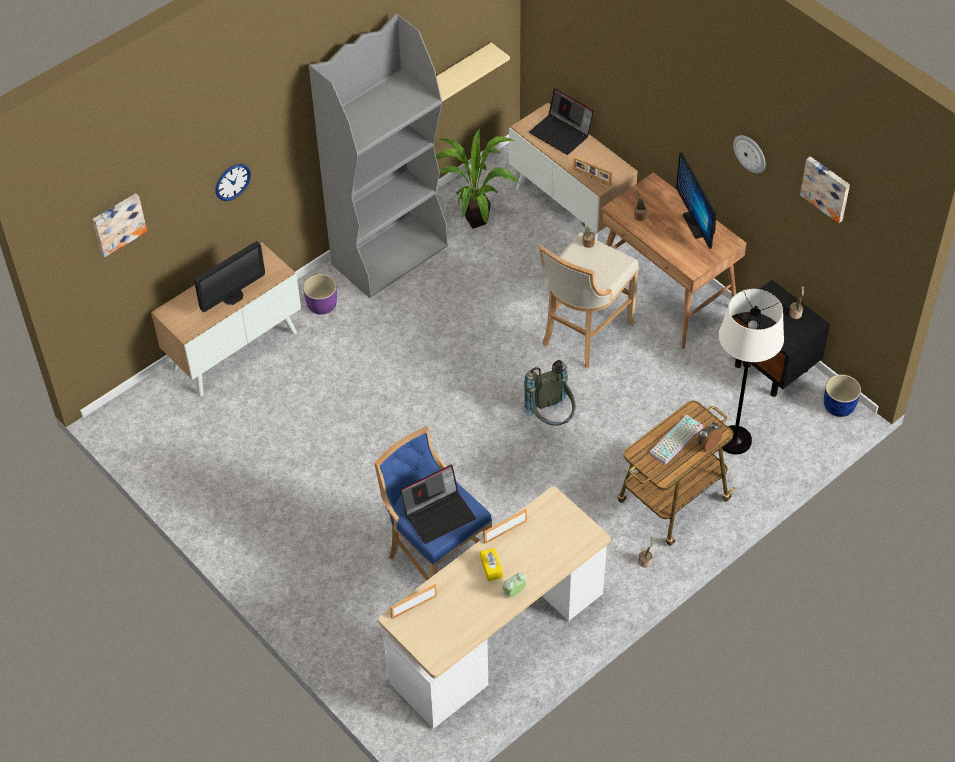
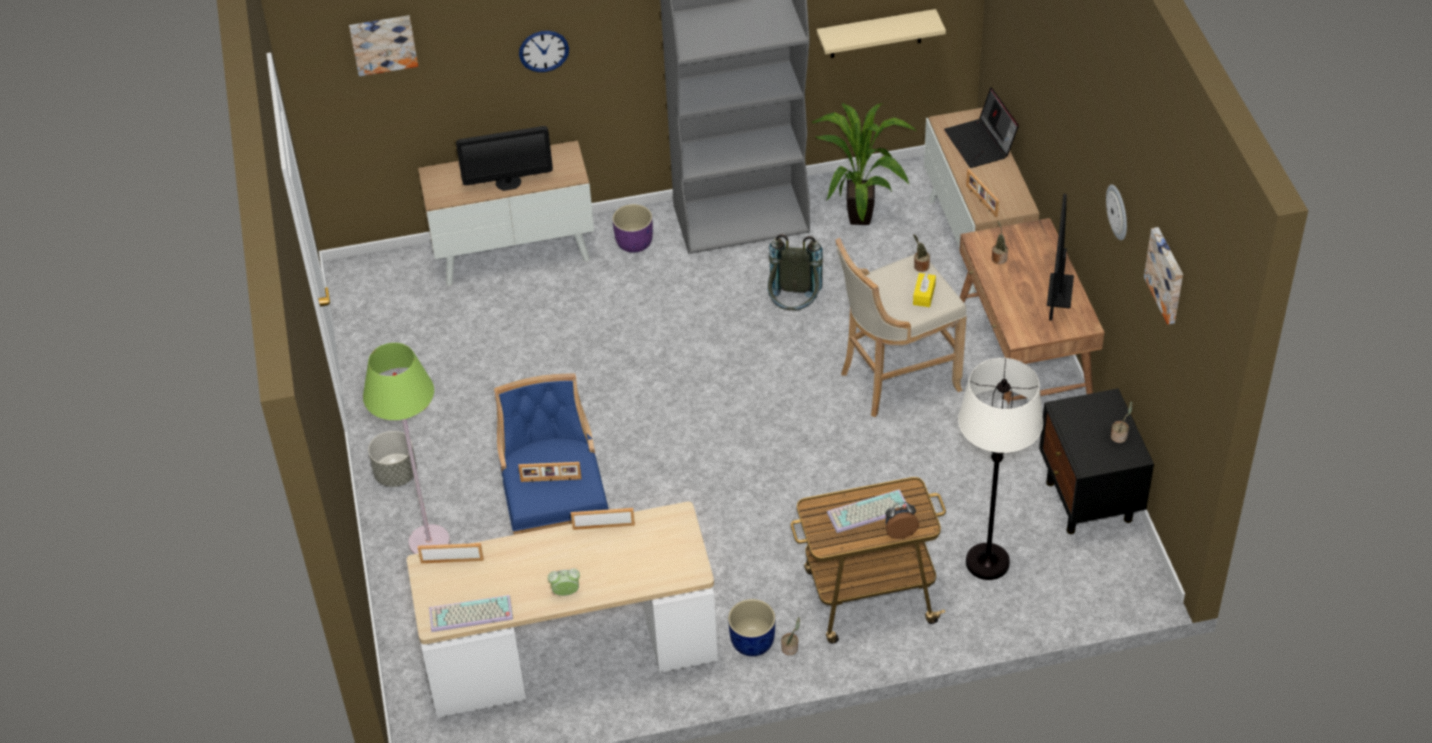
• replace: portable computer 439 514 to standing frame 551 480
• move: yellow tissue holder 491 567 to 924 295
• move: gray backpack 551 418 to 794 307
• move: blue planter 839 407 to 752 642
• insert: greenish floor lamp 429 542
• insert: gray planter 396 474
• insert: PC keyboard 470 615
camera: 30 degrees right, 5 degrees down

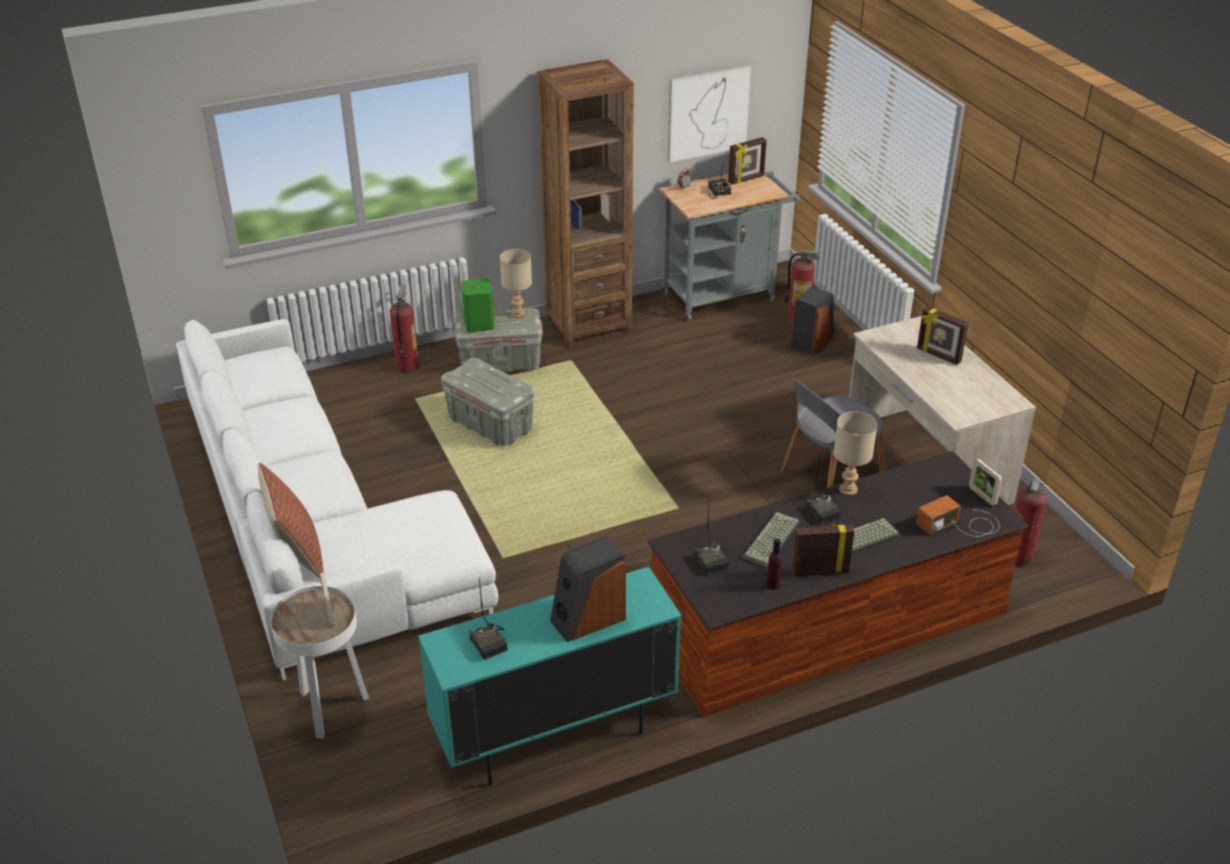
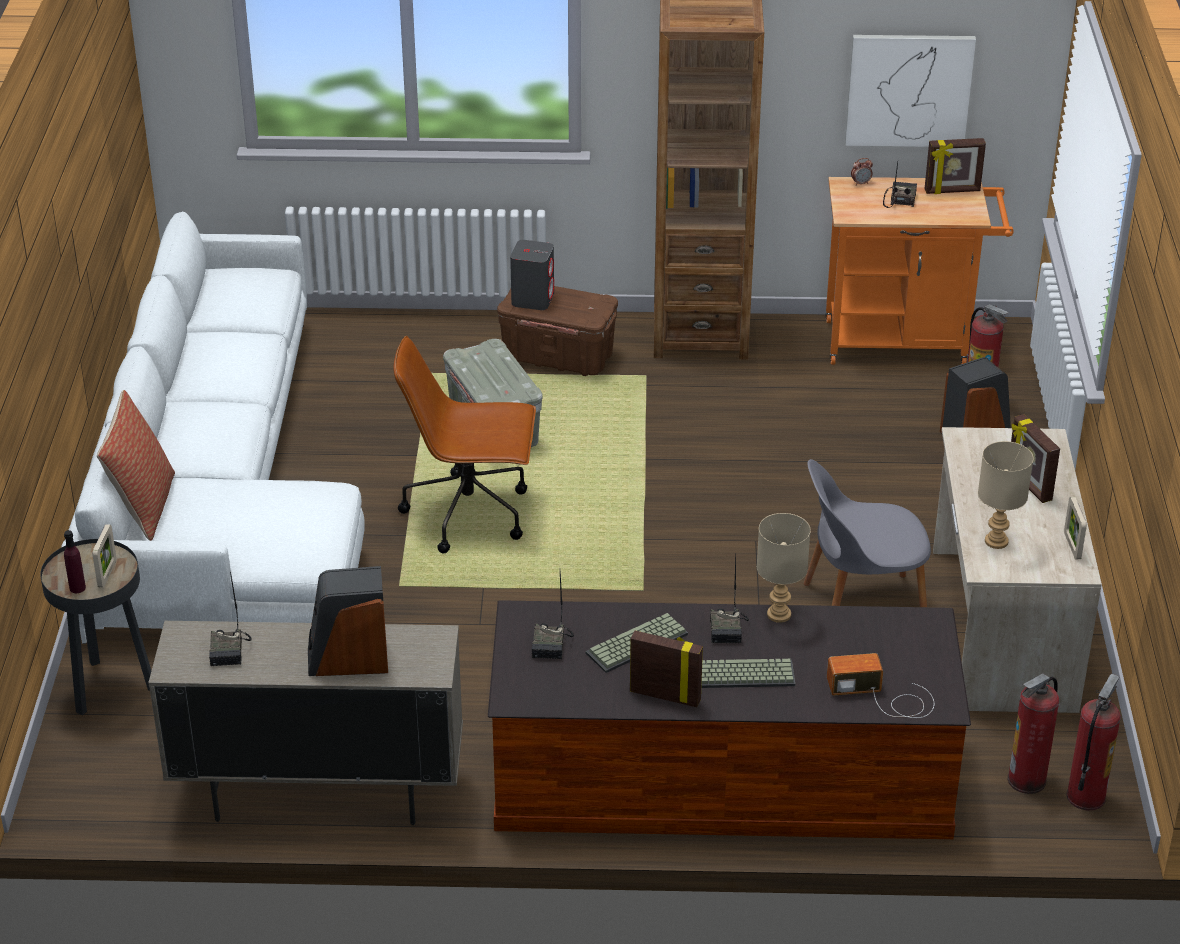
• recolor: white accent table 329 709 to blackish accent table 109 688
• move: extinguisher 407 367 to 1085 796
• recolor: turquoise cabinet 554 736 to sand-coloured cabinet 318 794
• recolor: gray storage bin 501 363 to brownish storage bin 559 356
• recolor: greenish speaker 479 323 to gray speaker 533 299
• move: sand-coloured lamp for a table 518 314 to 997 542
• recolor: gray wheeled cart 724 295 to orange wheeled cart 906 342
• move: purple-coloured drink bottle 773 585 to 77 588
• move: standing frame 982 496 to 1072 546
• insert: brownish desk chair 470 513
camera: 25 degrees right, 0 degrees up

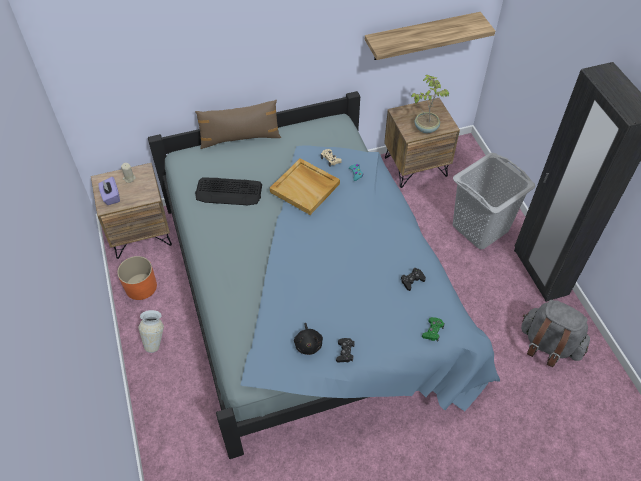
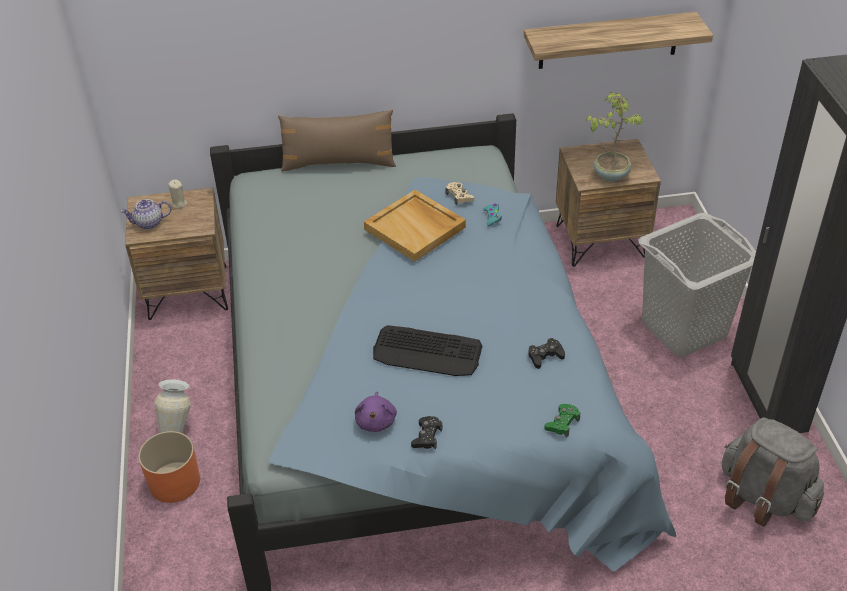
• replace: purple-coloured tissue holder 111 196 to tea pot 149 223
• move: orange planter 141 286 to 175 482
• move: PC keyboard 229 192 to 427 352
• recolor: blackish cuddly toy 308 344 to purple-coloured cuddly toy 376 421
camera: 10 degrees right, 10 degrees down

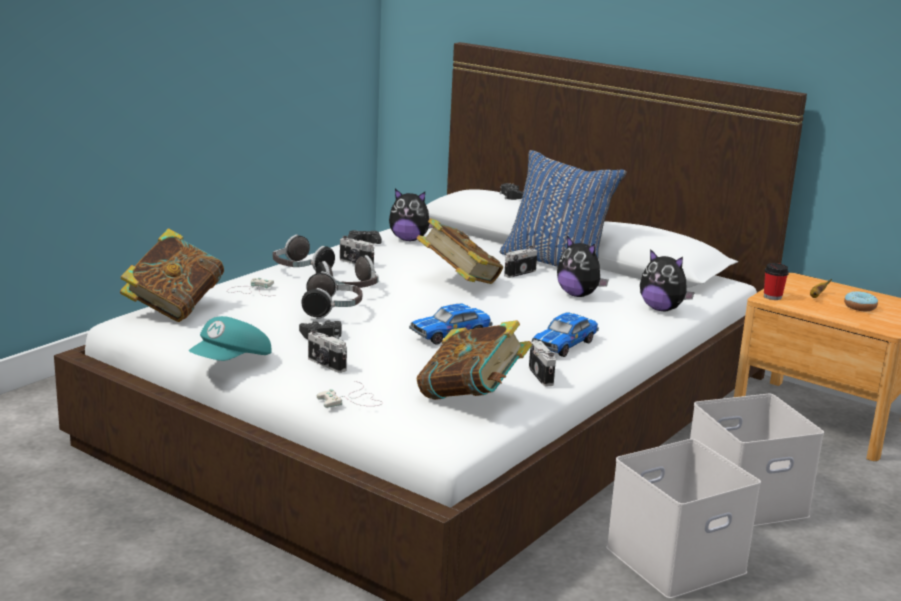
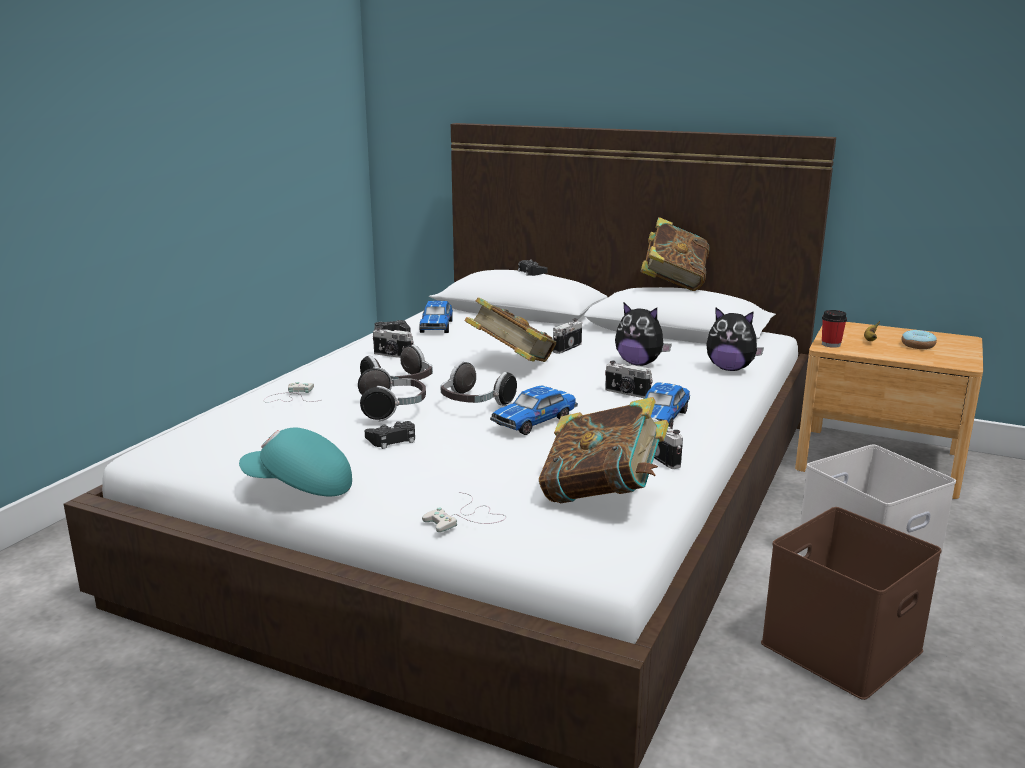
• move: bound book 174 309 to 673 284
• rotate: turquoise cap 232 362 = 299 487 75 degrees clockwise
• move: headphones 300 269 to 474 404
• move: still camera 325 365 to 627 393
• replace: cuddly toy 409 239 to miniature car 436 326
• delete: blue cushion 556 264
• recolor: white storage bin 675 561 to brownish storage bin 842 649
camera: 10 degrees left, 0 degrees up

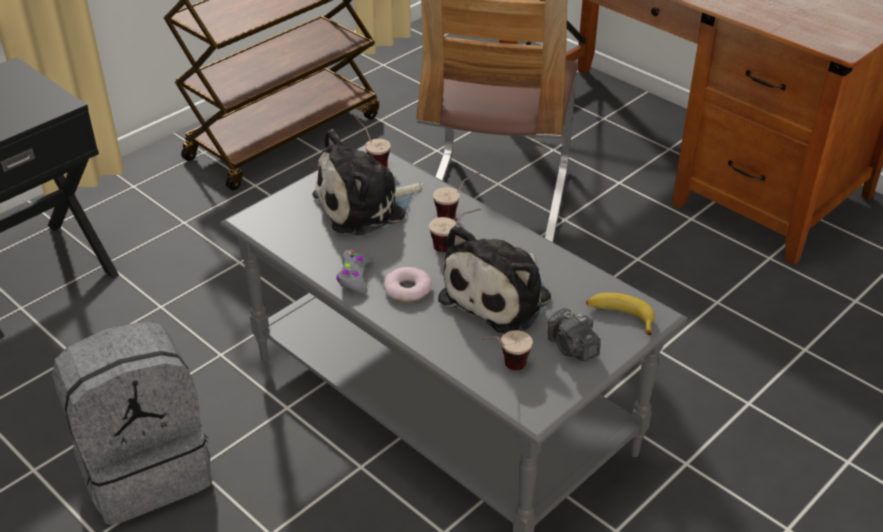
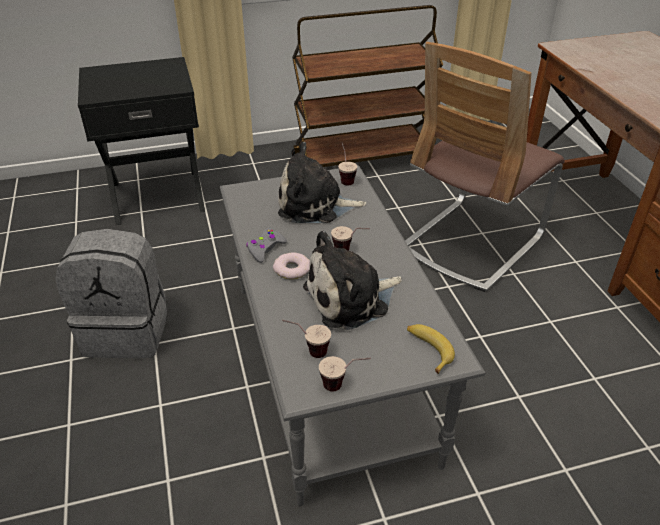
• move: small cup 456 213 to 343 386
• delete: still camera 572 348
camera: 30 degrees right, 0 degrees up

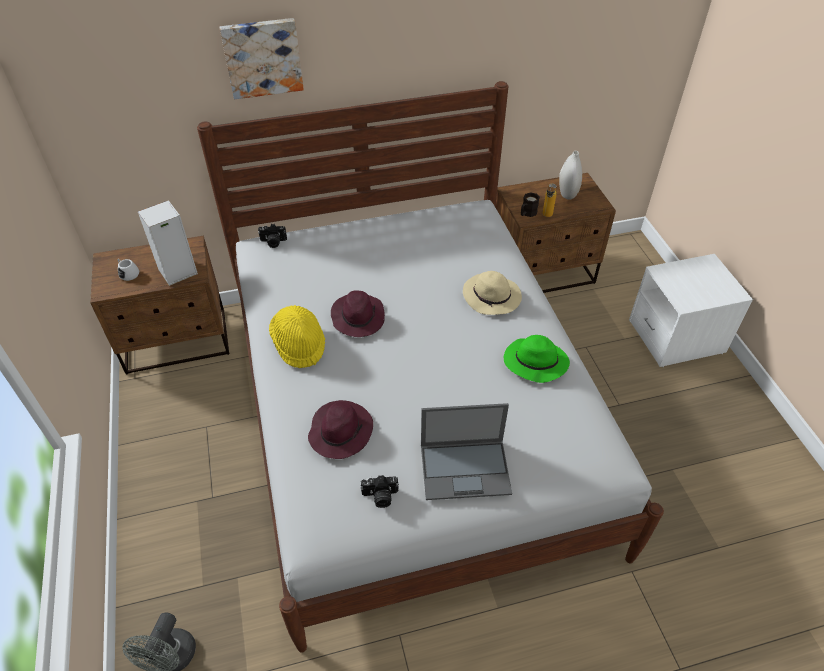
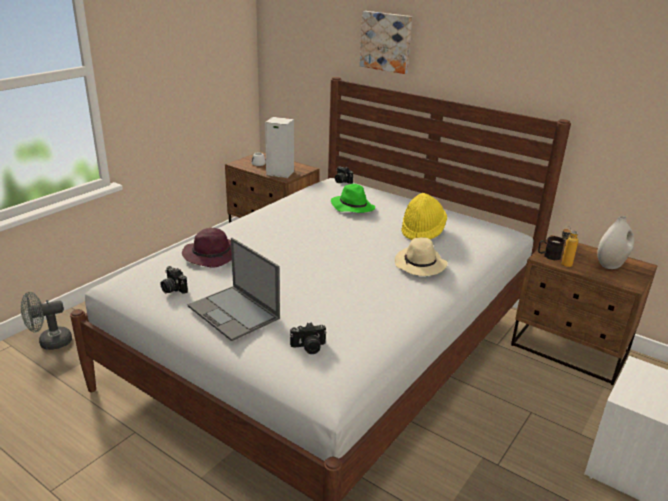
• move: yellow wearable hat 299 345 to 422 231
• delete: purple-coloured wearable hat 357 317
• move: greenish wearable hat 534 363 to 352 207
• insert: still camera 308 347
camera: 50 degrees right, 20 degrees down

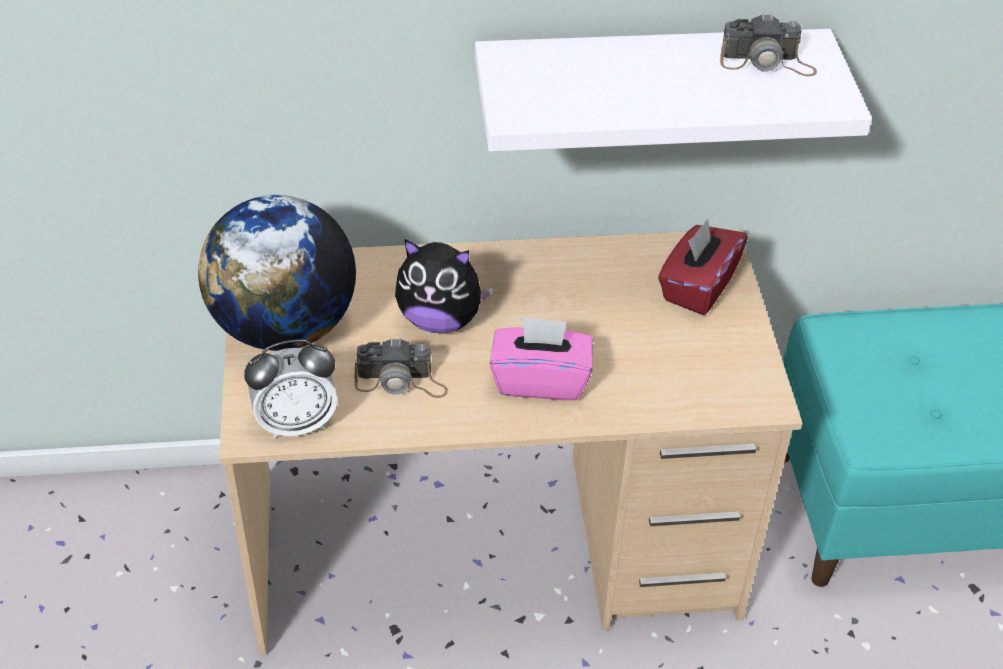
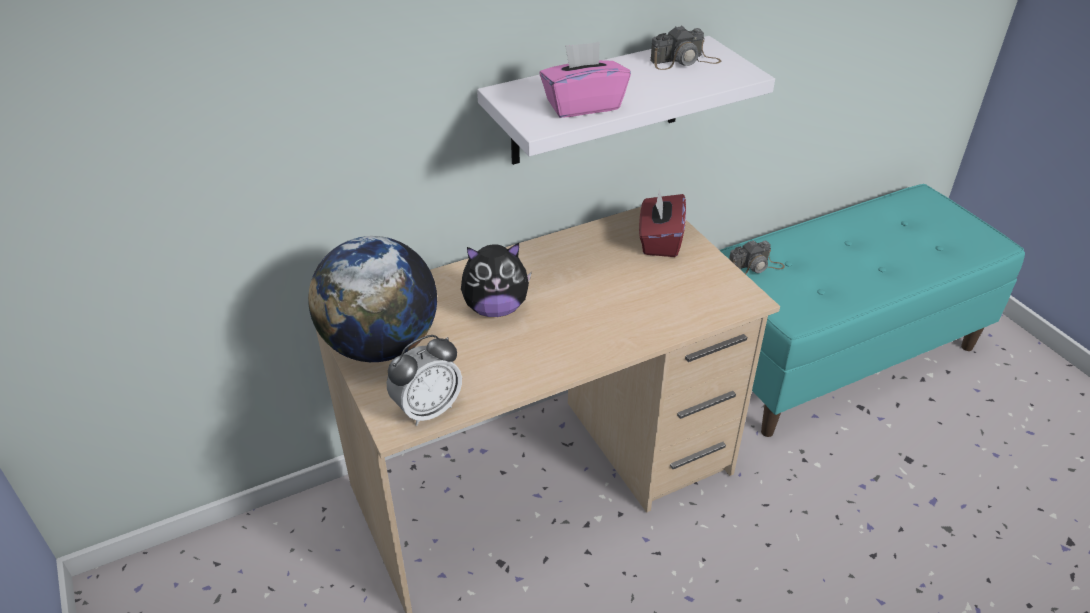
• move: still camera 401 381 to 755 266
• move: pink-coloured tissue holder 540 380 to 583 105
camera: 20 degrees left, 5 degrees down

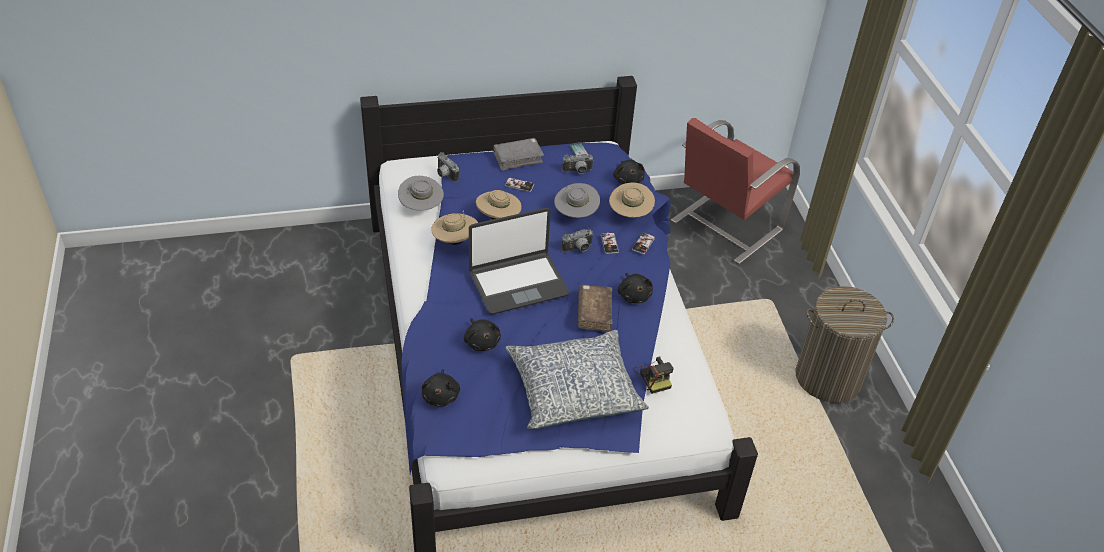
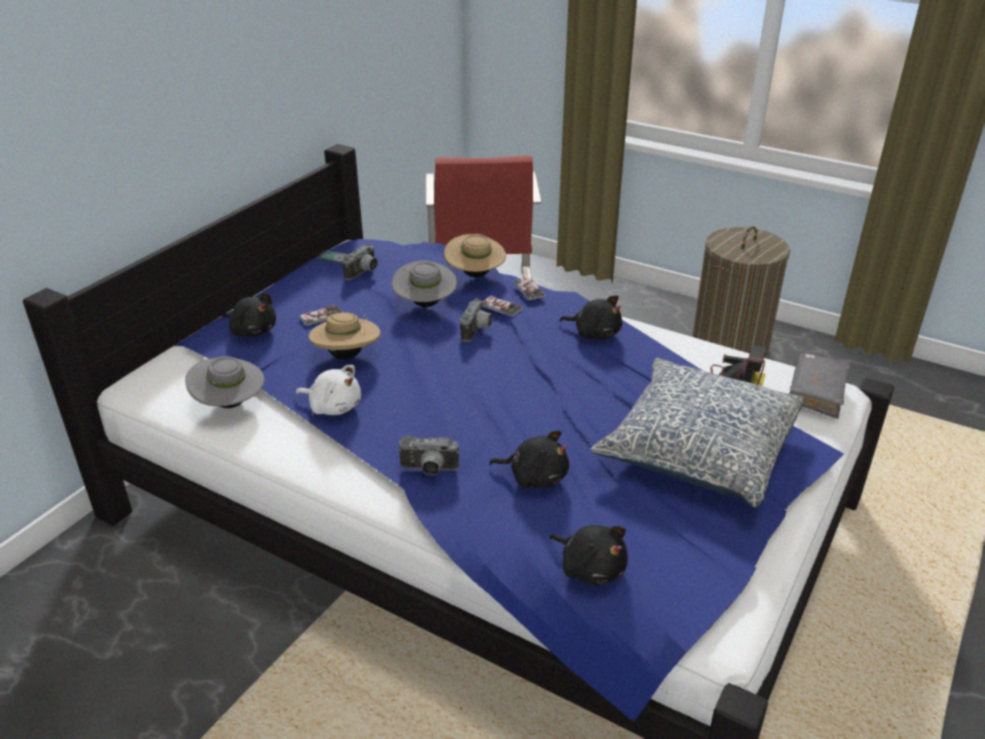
• replace: sand-coloured wearable hat 455 241 to white cuddly toy 333 406
• move: still camera 445 175 to 428 470
• delete: portable computer 518 283
• move: gray bound book 518 158 to 816 393
• delete: brownish bound book 594 313
• move: blackish cuddly toy 628 180 to 252 331
camera: 45 degrees left, 10 degrees down

